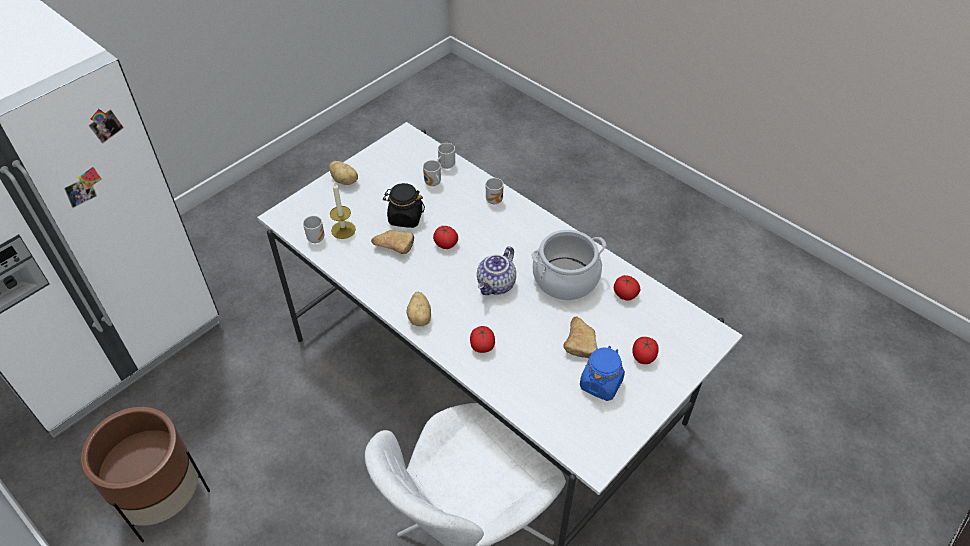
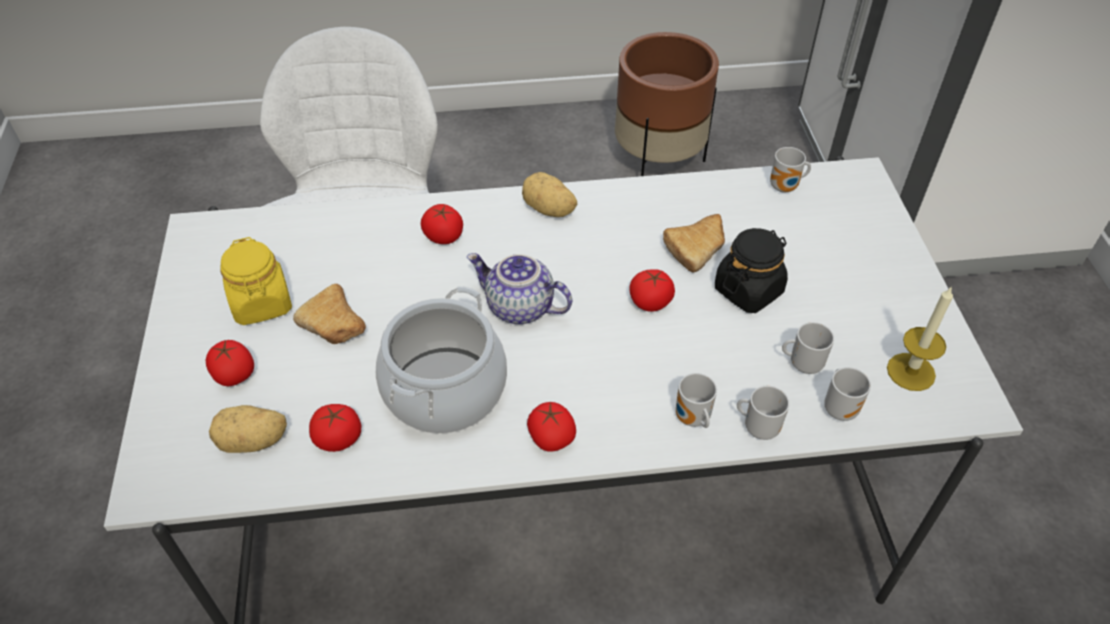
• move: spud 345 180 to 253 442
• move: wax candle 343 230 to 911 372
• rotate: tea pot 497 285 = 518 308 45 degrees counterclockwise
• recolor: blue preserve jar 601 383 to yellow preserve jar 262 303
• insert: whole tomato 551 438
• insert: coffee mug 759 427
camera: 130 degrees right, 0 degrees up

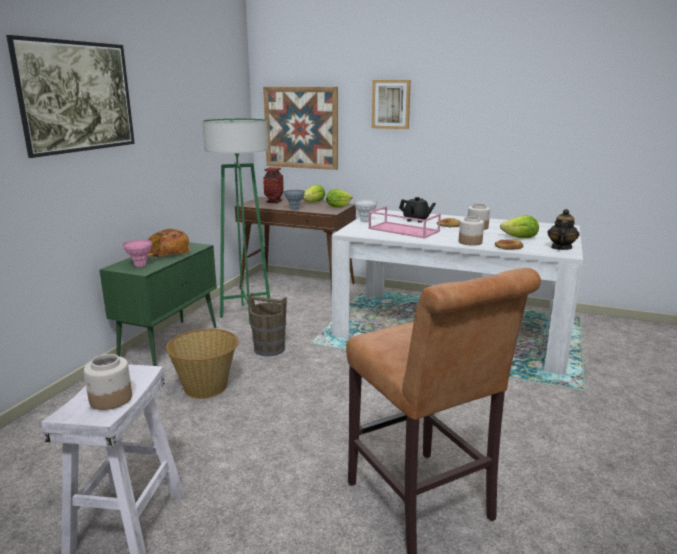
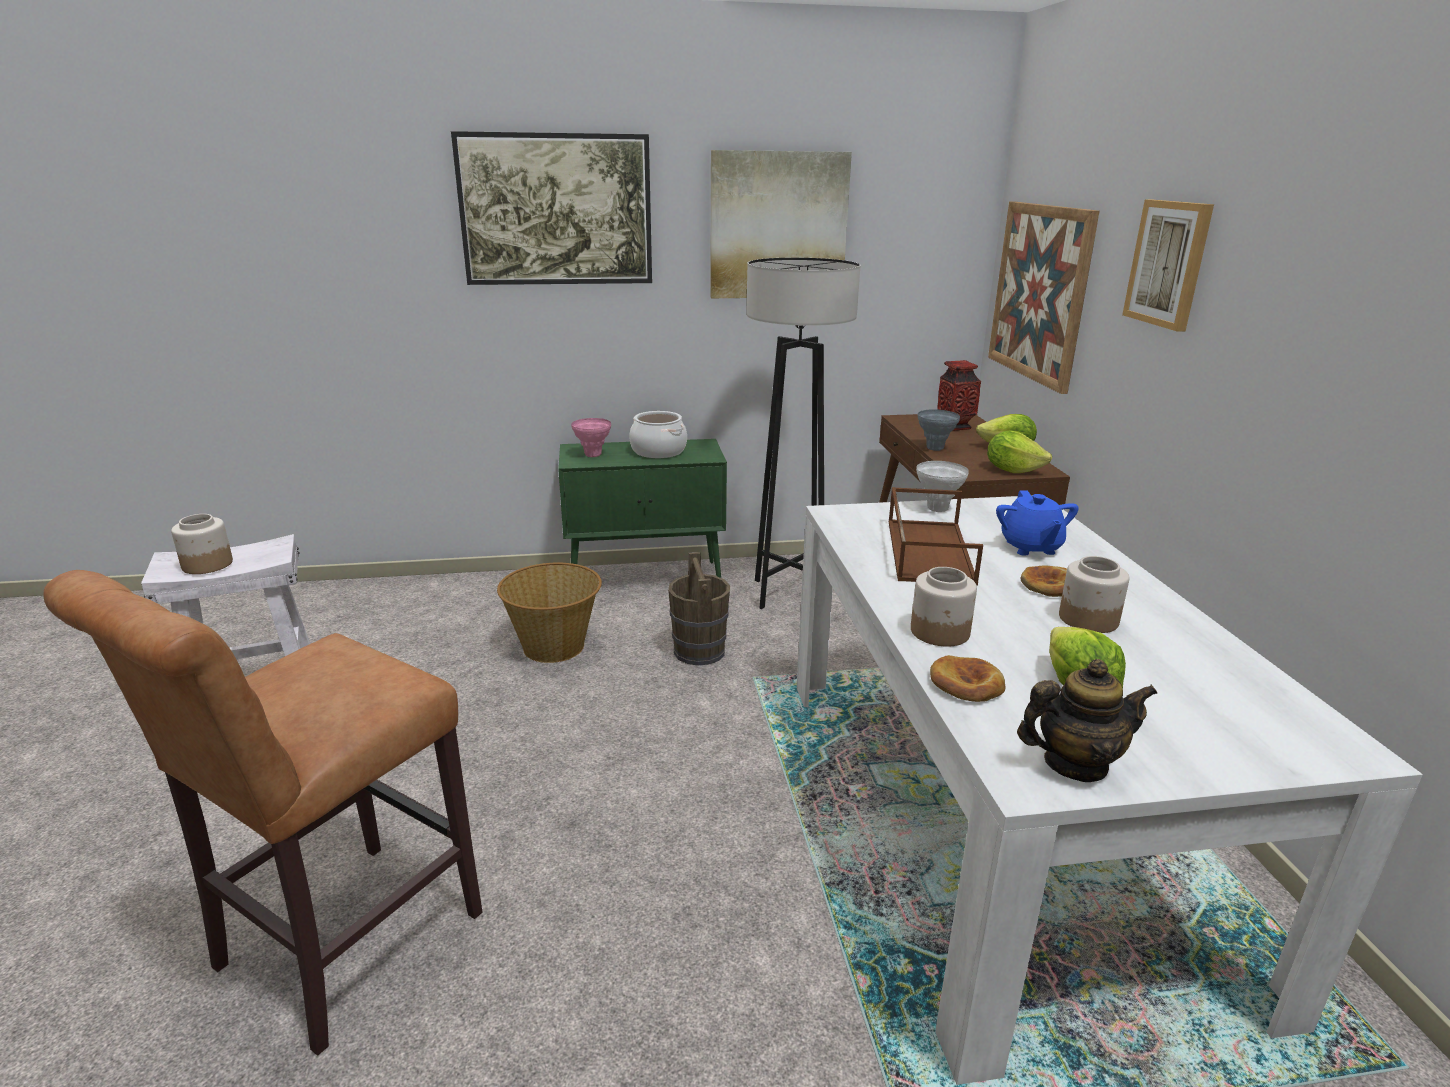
• replace: bread 167 252 to saucepot 659 451
• recolor: greenish floor lamp 246 314 to gray floor lamp 788 594
• recolor: pink-coloured tray 402 230 to brownish tray 927 550
• recolor: blackish tea pot 416 220 to blue tea pot 1030 547
• insert: wall art 778 226
camera: 60 degrees right, 5 degrees up

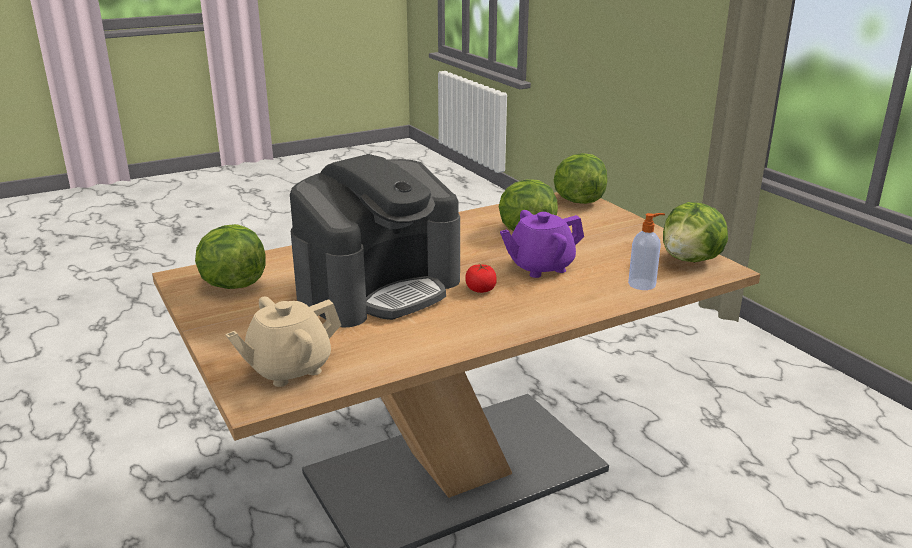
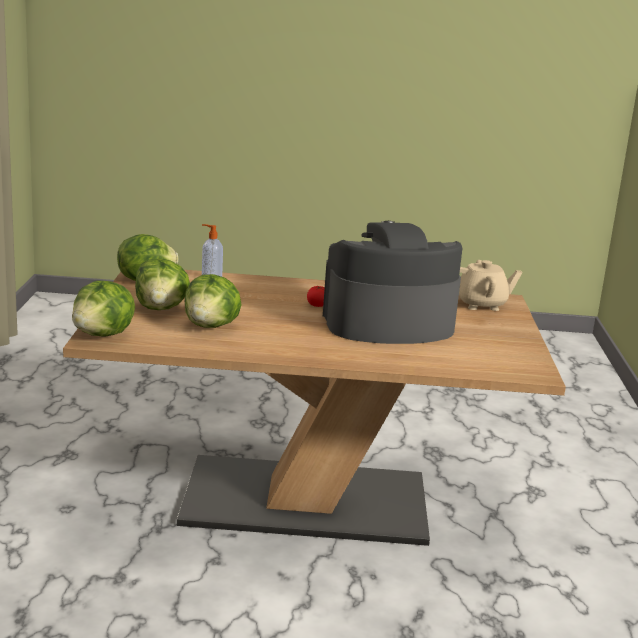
• move: lettuce 232 285 to 161 309
• delete: purple-coloured tea pot 540 267
camera: 150 degrees left, 5 degrees down

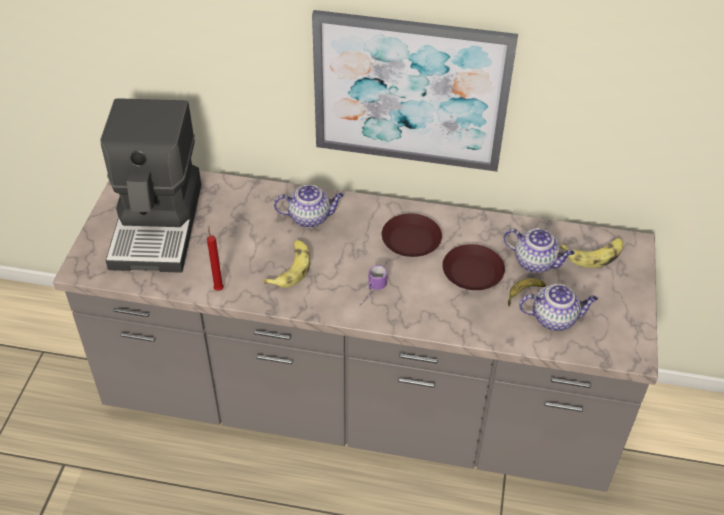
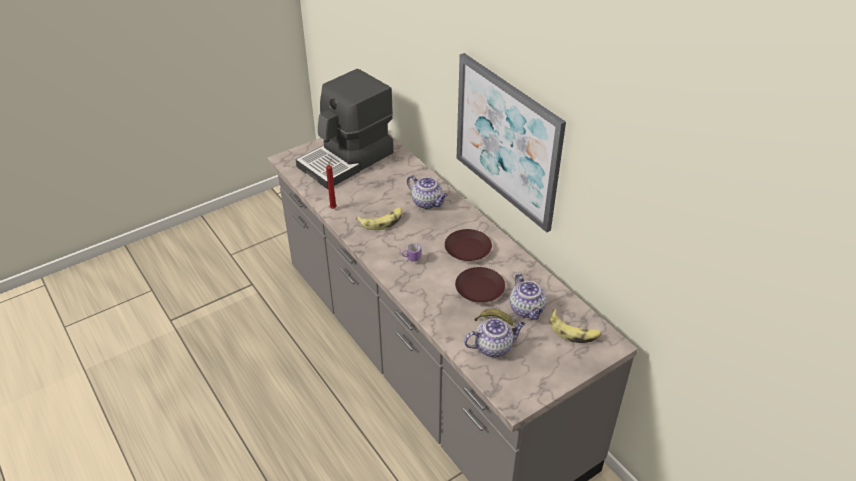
• rotate: tea pot 555 318 = 494 347 60 degrees counterclockwise
camera: 45 degrees right, 5 degrees down

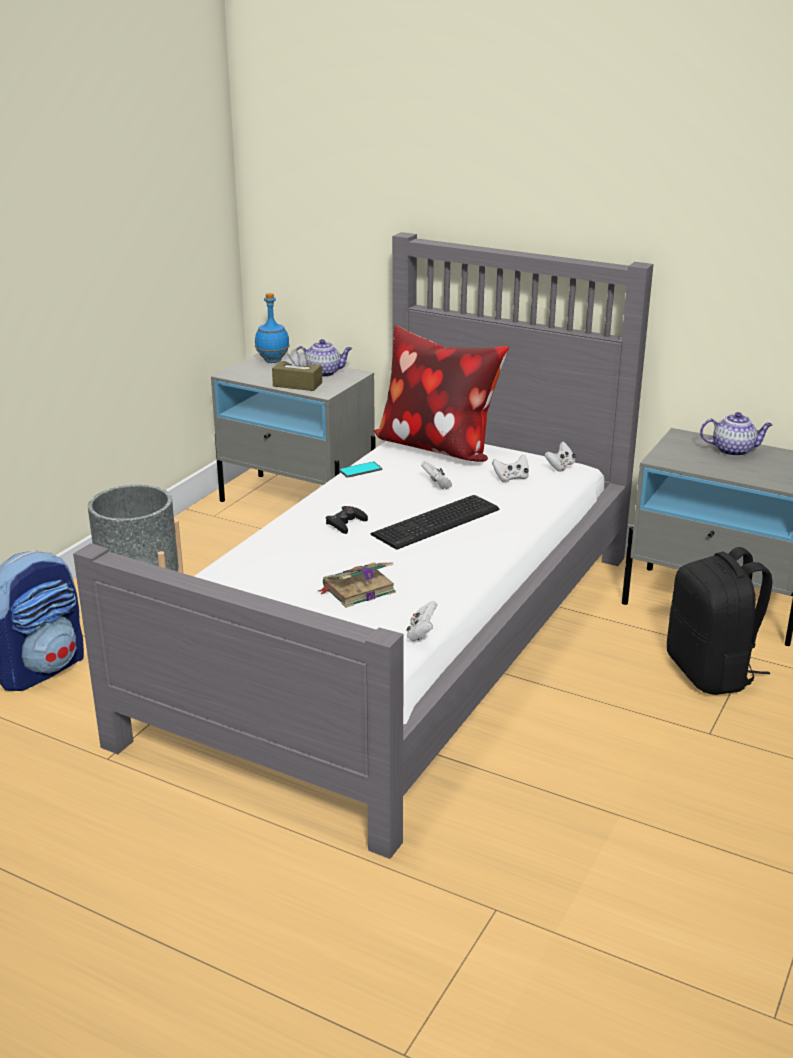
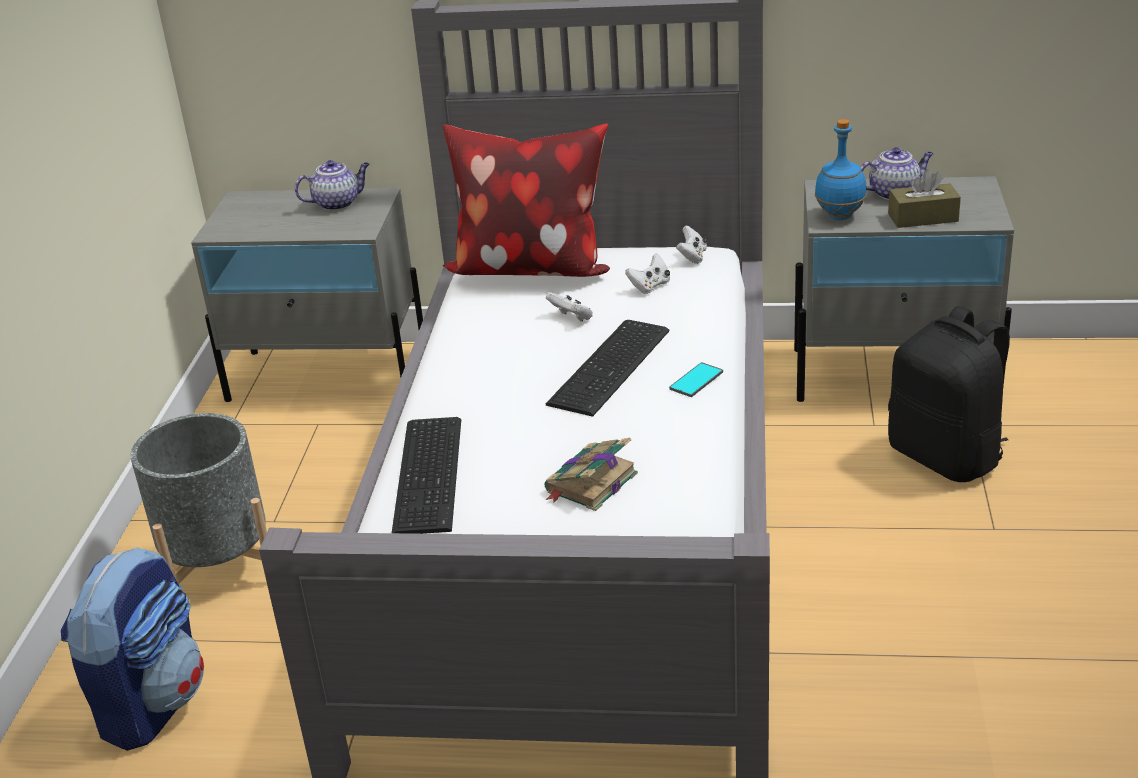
• move: blue drink bottle 272 361 to 840 216
• move: brownish tissue holder 297 385 to 923 218
• delete: blackish gamepad 346 524
• move: telephone 360 470 to 696 380
• delete: white gamepad 421 633
• insert: PC keyboard 432 473
camera: 20 degrees left, 5 degrees up

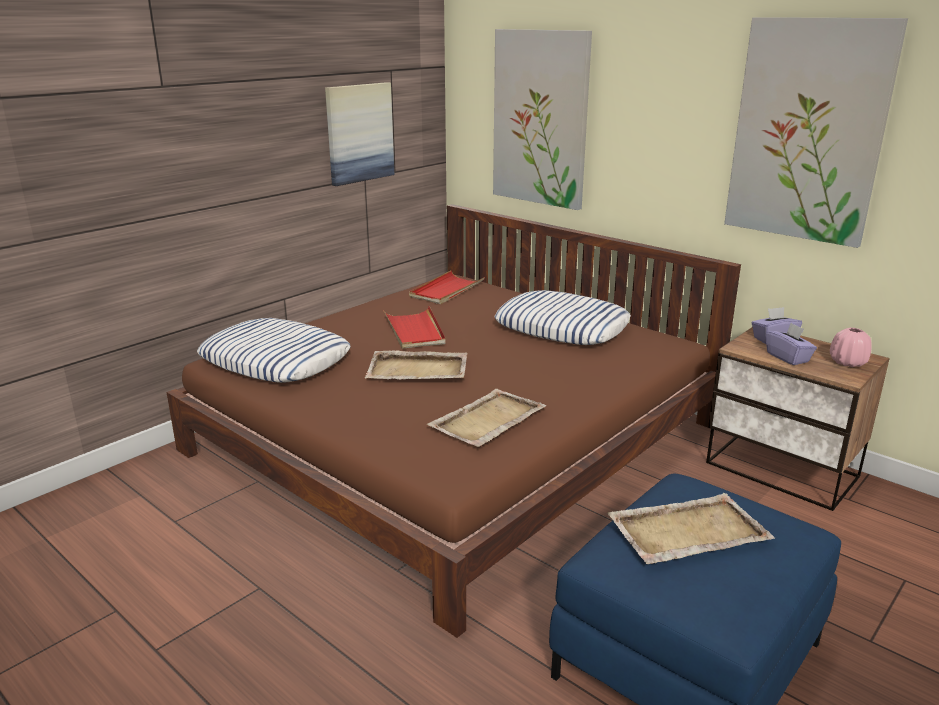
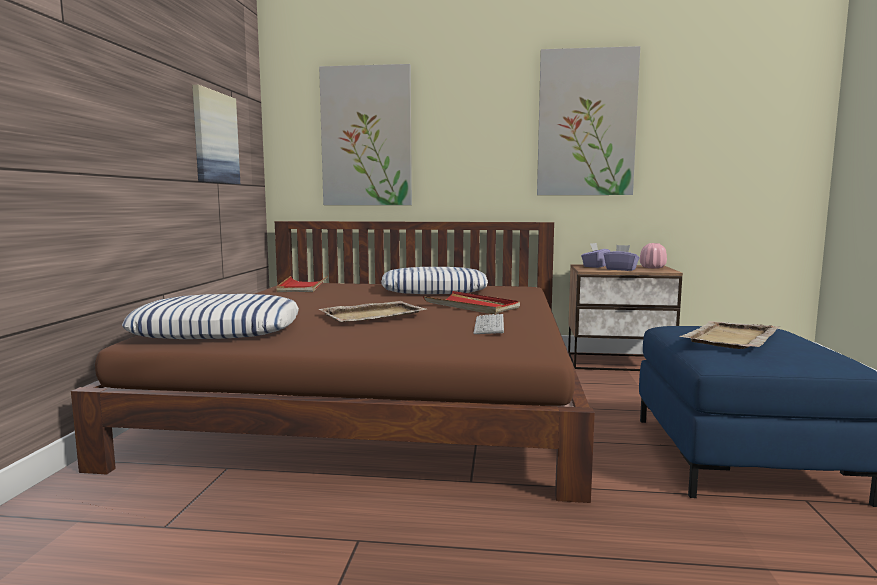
• move: red-coloured tray 415 331 to 471 306
• replace: sand-coloured tray 486 421 to PC keyboard 489 325
camera: 35 degrees left, 15 degrees down

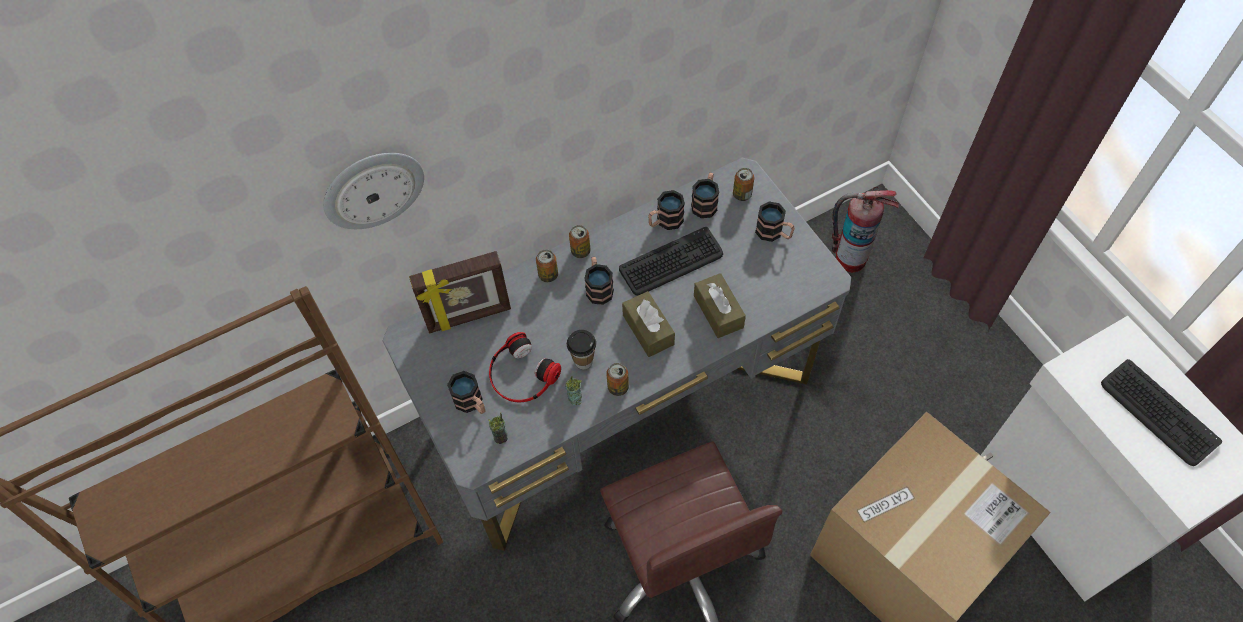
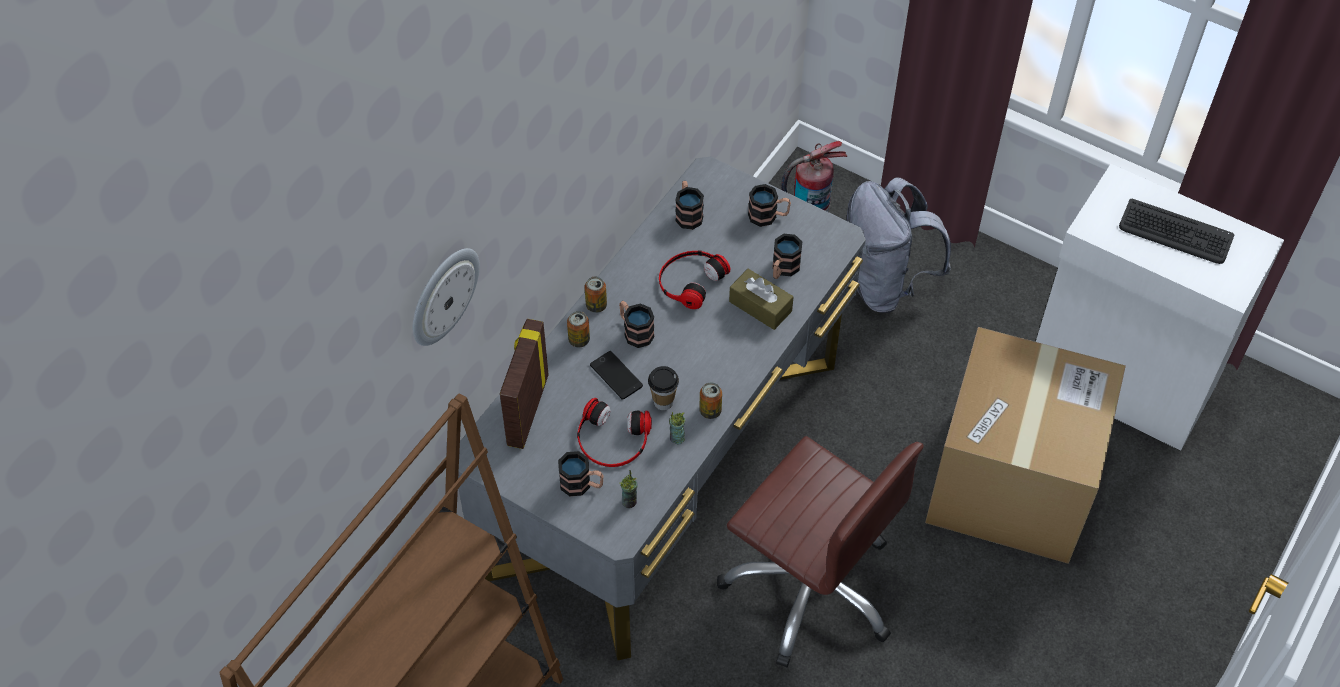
• rotate: standing frame 469 317 = 526 410 150 degrees clockwise
• replace: PC keyboard 671 262 to headphones 690 280
• delete: brownish tissue holder 648 330
• move: coffee mug 665 221 to 783 269
• delete: can 742 194
• insert: telephone 616 375
• insert: gray backpack 884 284
camera: 30 degrees left, 5 degrees down

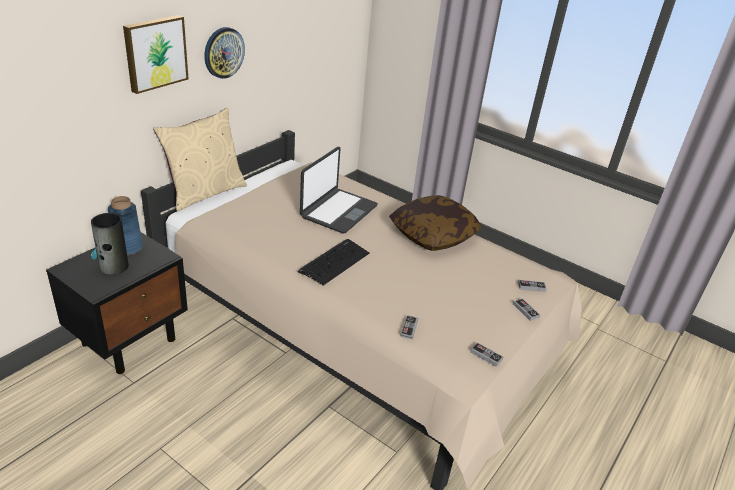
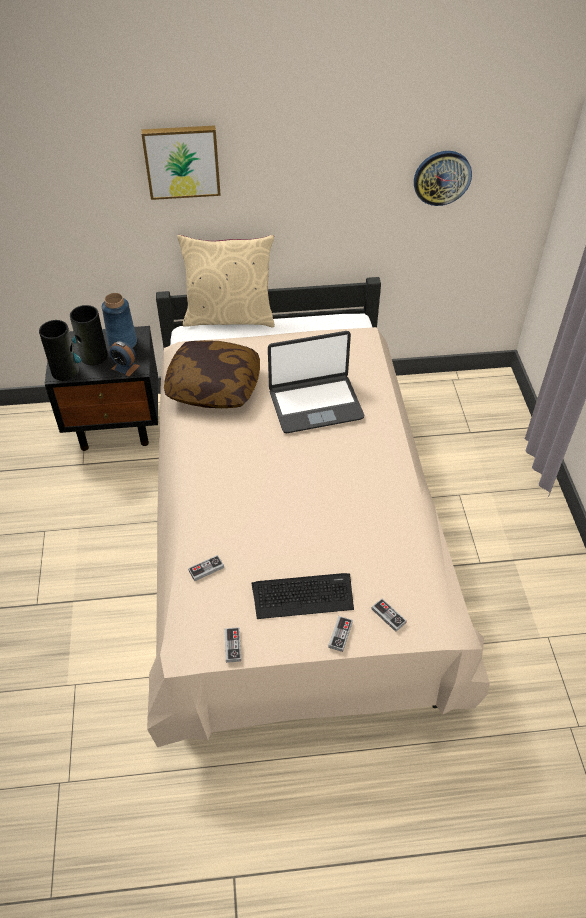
• move: clock on the wall 223 52 to 442 177
• move: PC keyboard 334 262 to 303 596
• move: cushion 433 234 to 214 386
• insert: flower vase 66 371
• insert: bedside clock 125 367
camera: 50 degrees right, 15 degrees up

